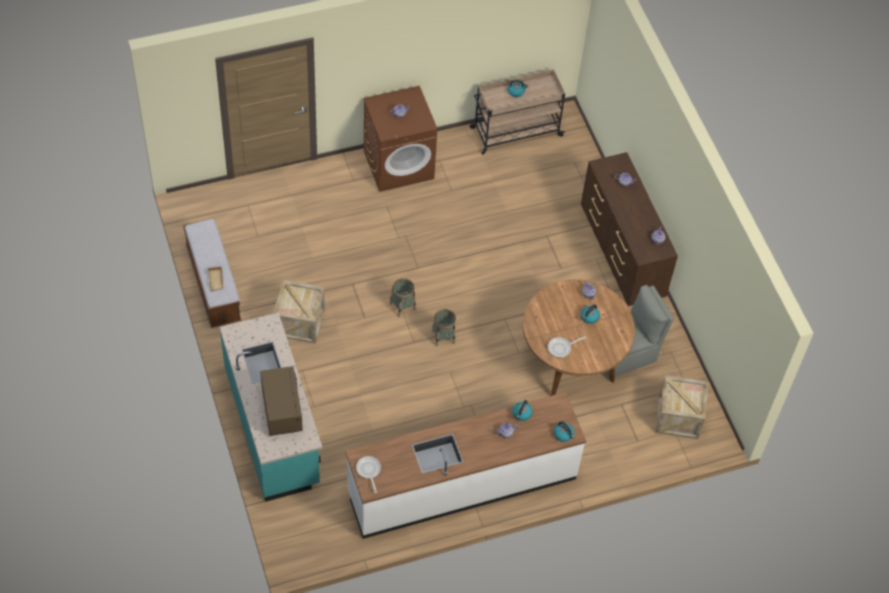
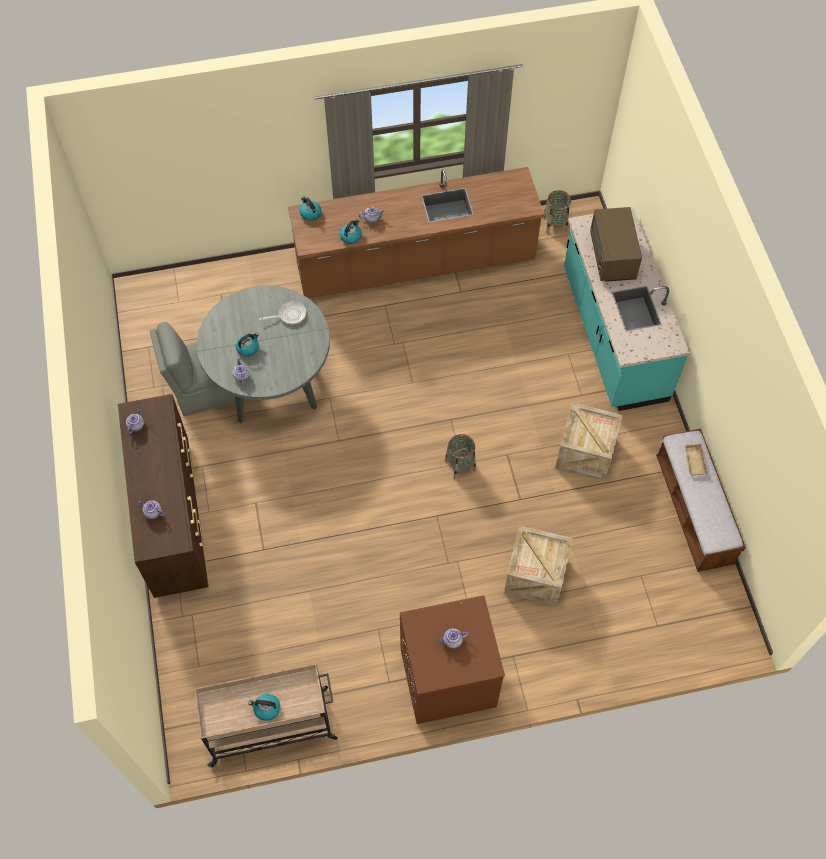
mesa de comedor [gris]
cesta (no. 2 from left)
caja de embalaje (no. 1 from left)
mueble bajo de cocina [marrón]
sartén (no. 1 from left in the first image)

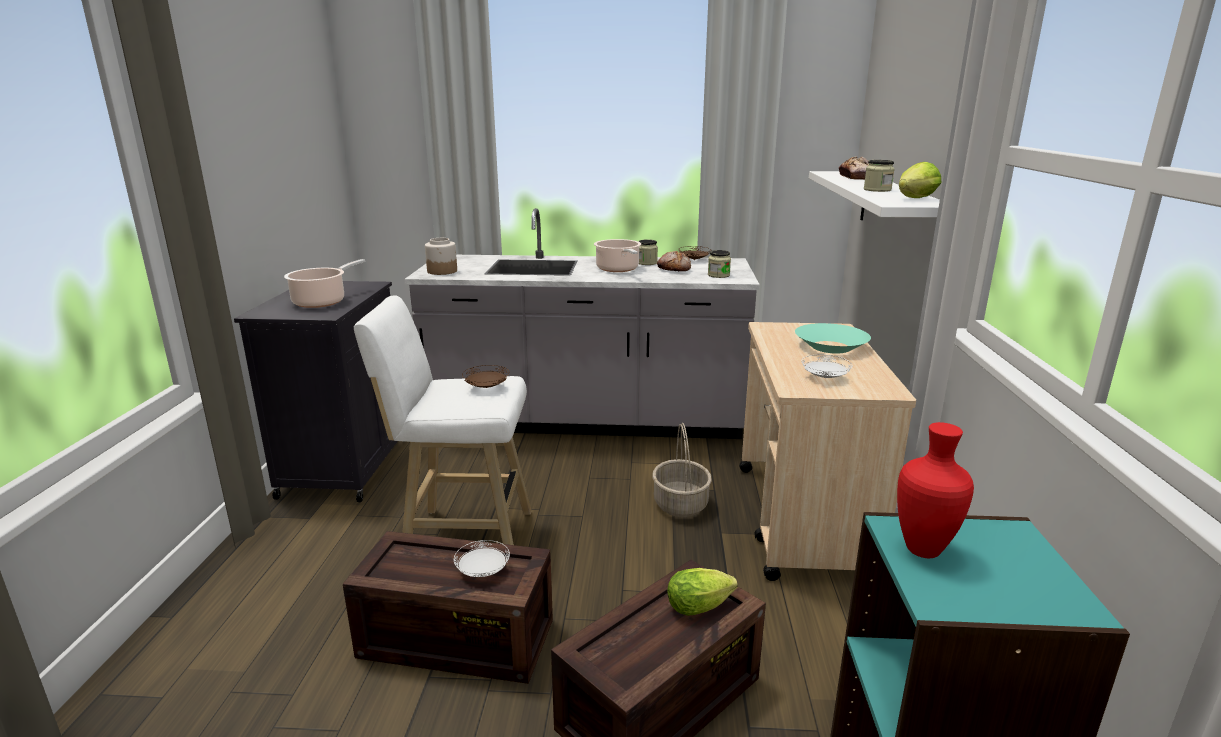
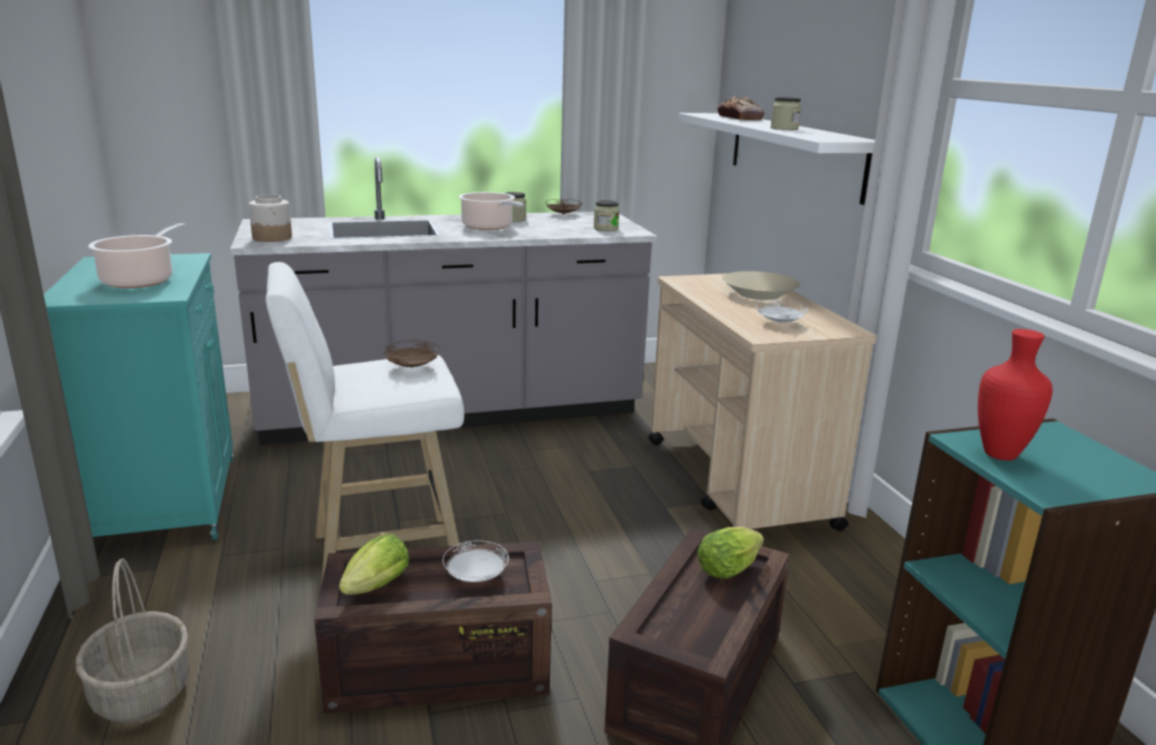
lechuga (no. 1 from left)
pan (no. 1 from left in the first image)
armario [turquesa]
cuenco [beis]
cesta

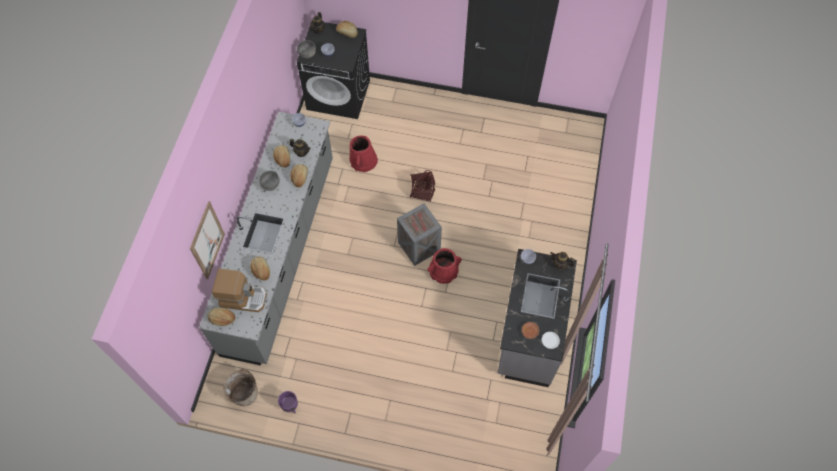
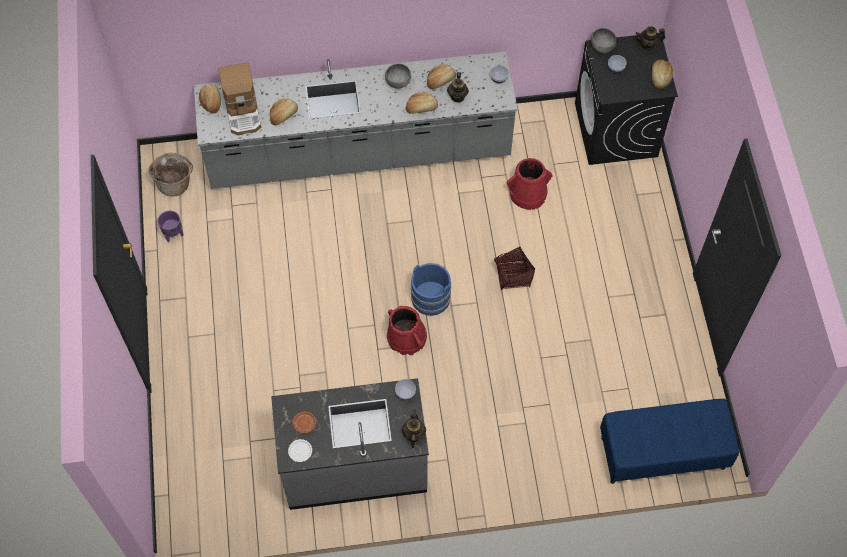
cuadro
cubo [azul]
banco [azul]

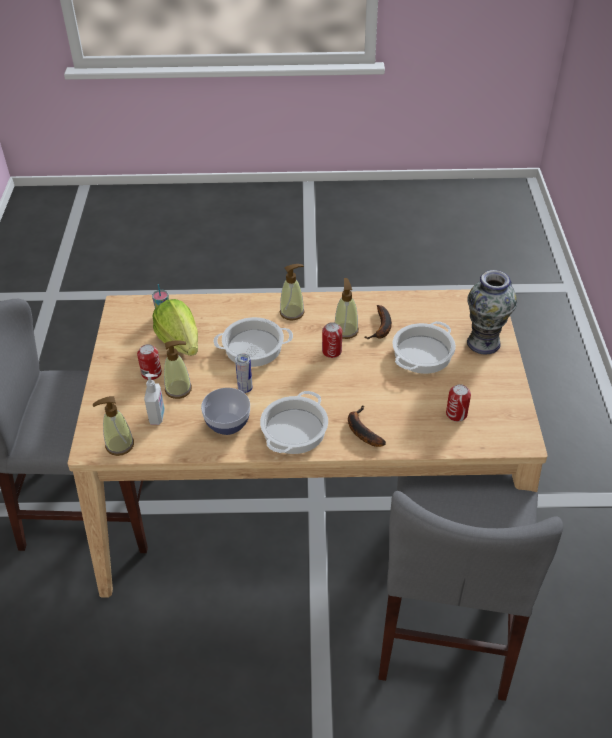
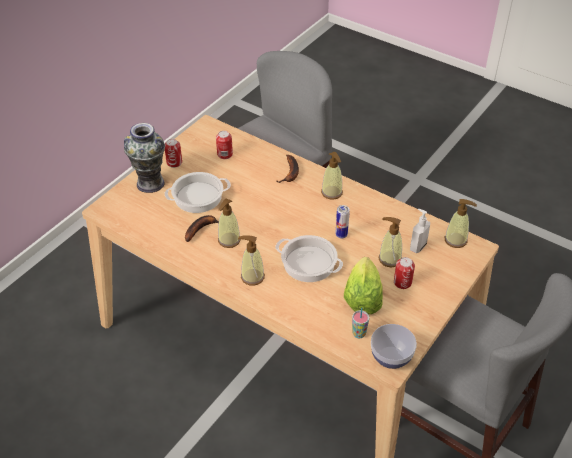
lata (no. 1 from left)
cuenco
dispensador de jabón (no. 3 from left)

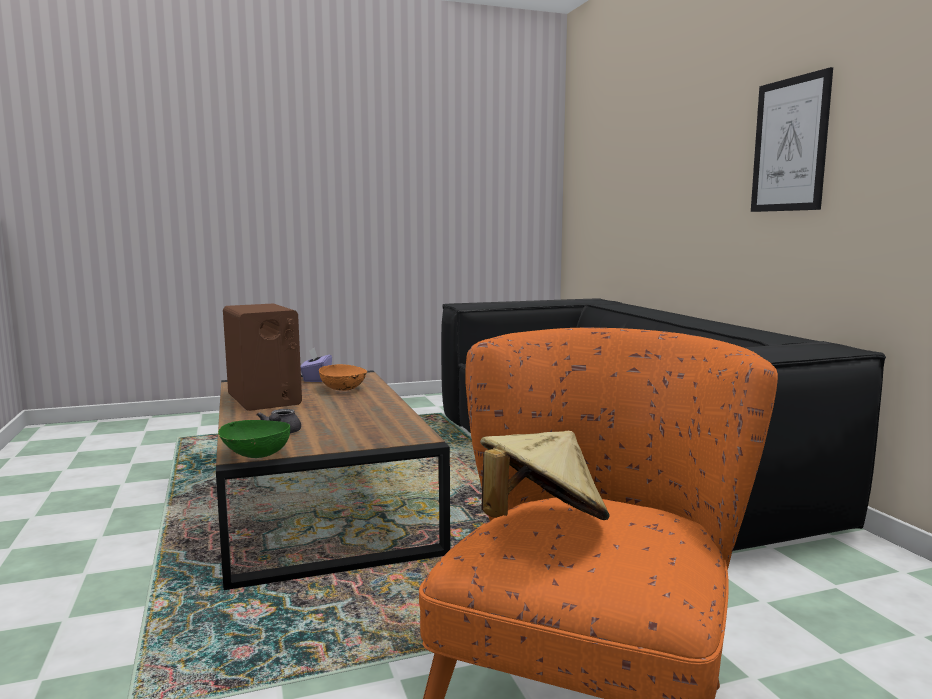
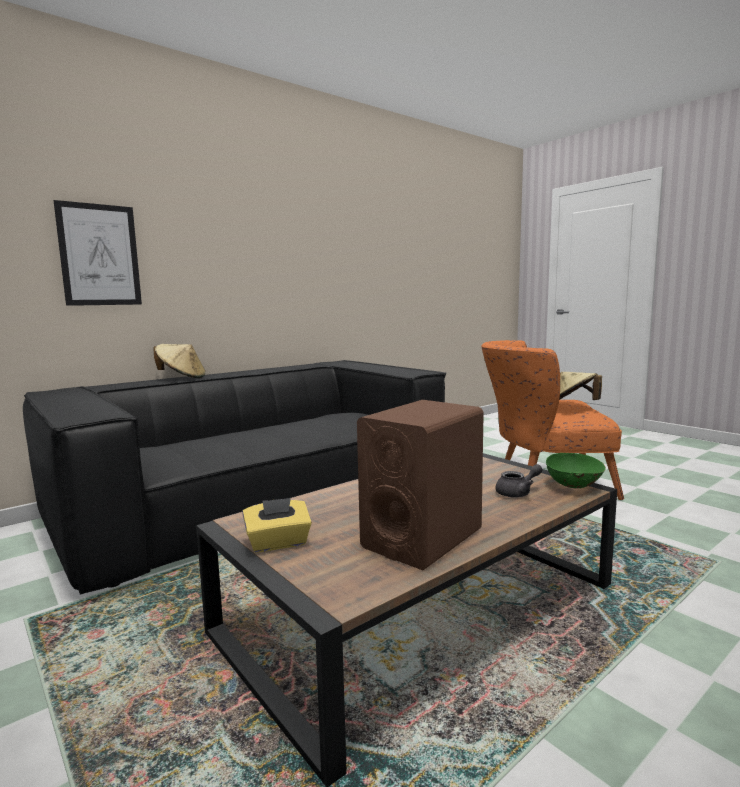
cuadro
caja de pañuelos [amarillo]
cuenco [naranja]
sombrero [beis] (no. 1 from left)

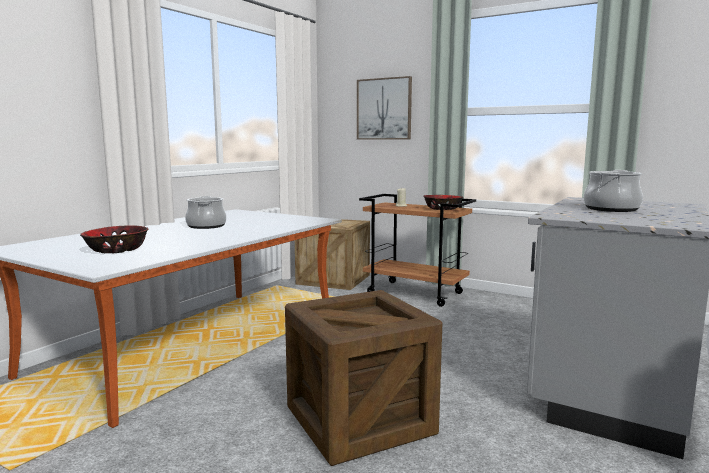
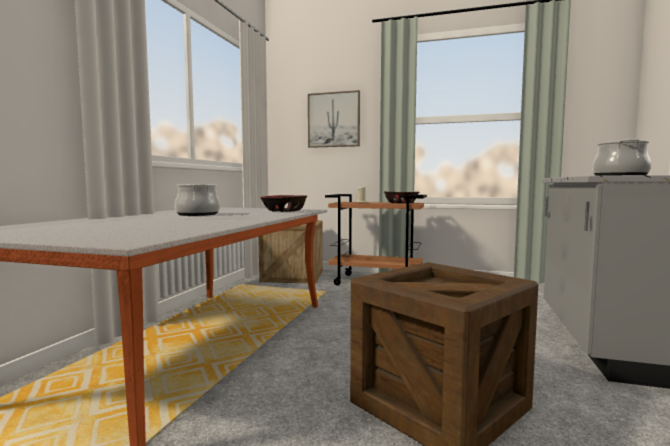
cuenco (no. 1 from left)

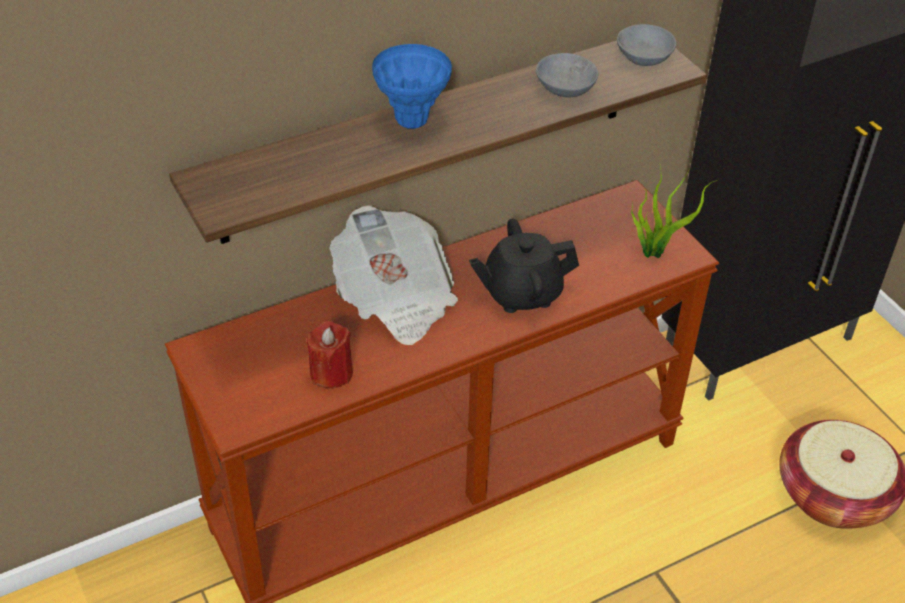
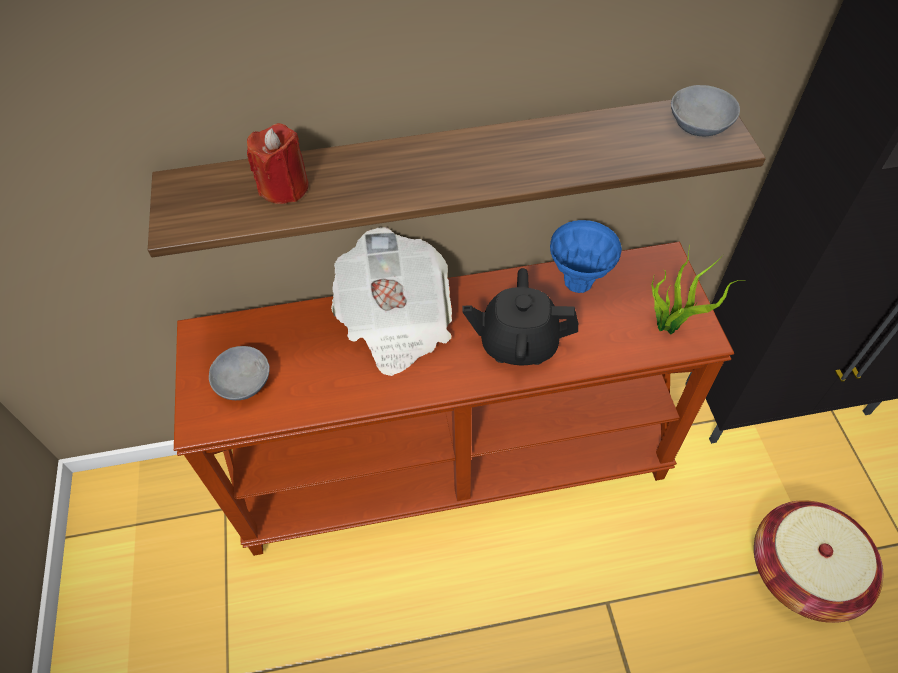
florero [azul]
cuenco [gris] (no. 1 from left)
vela [rojo]

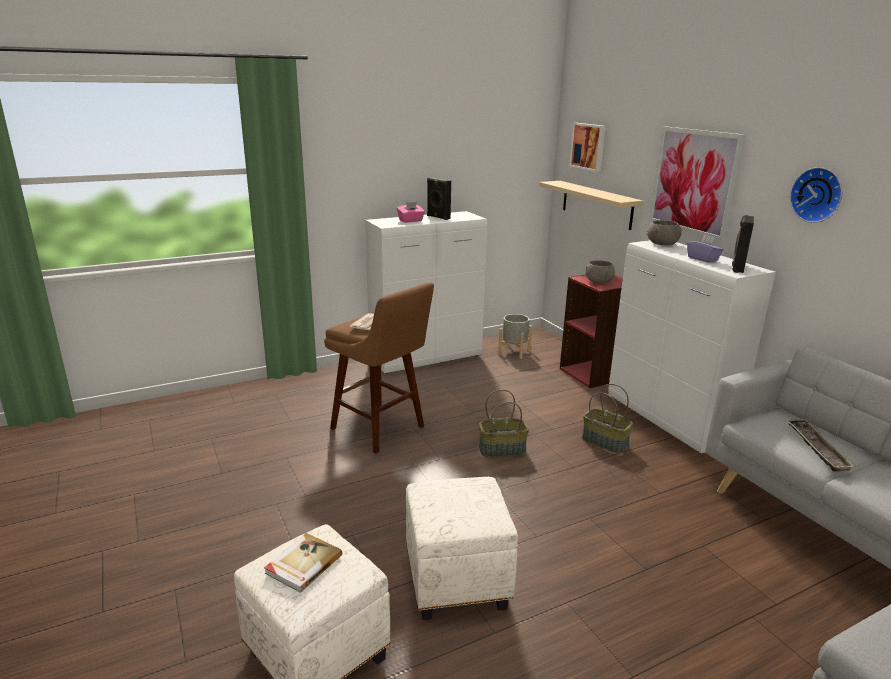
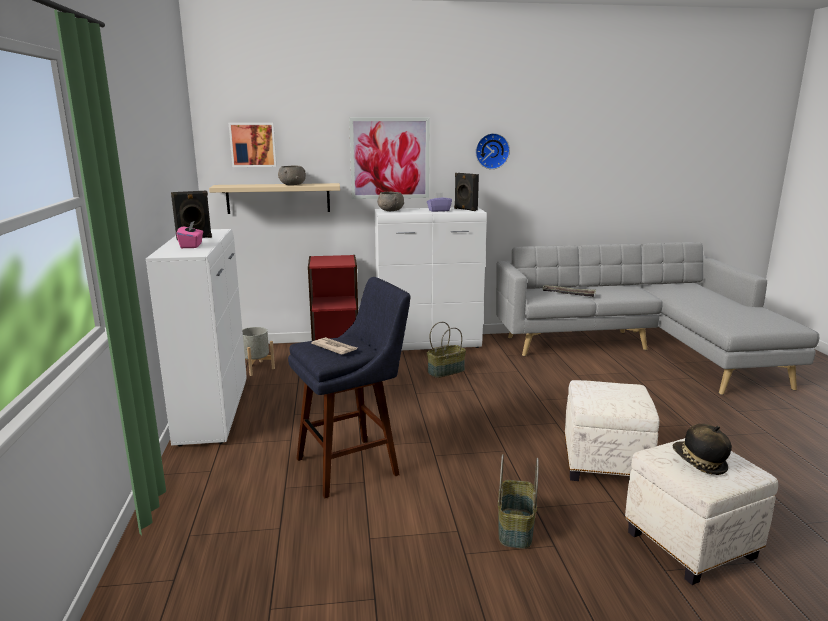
cuenco [gris] (no. 1 from left)
taburete [azul]
cesta (no. 2 from left)
sombrero

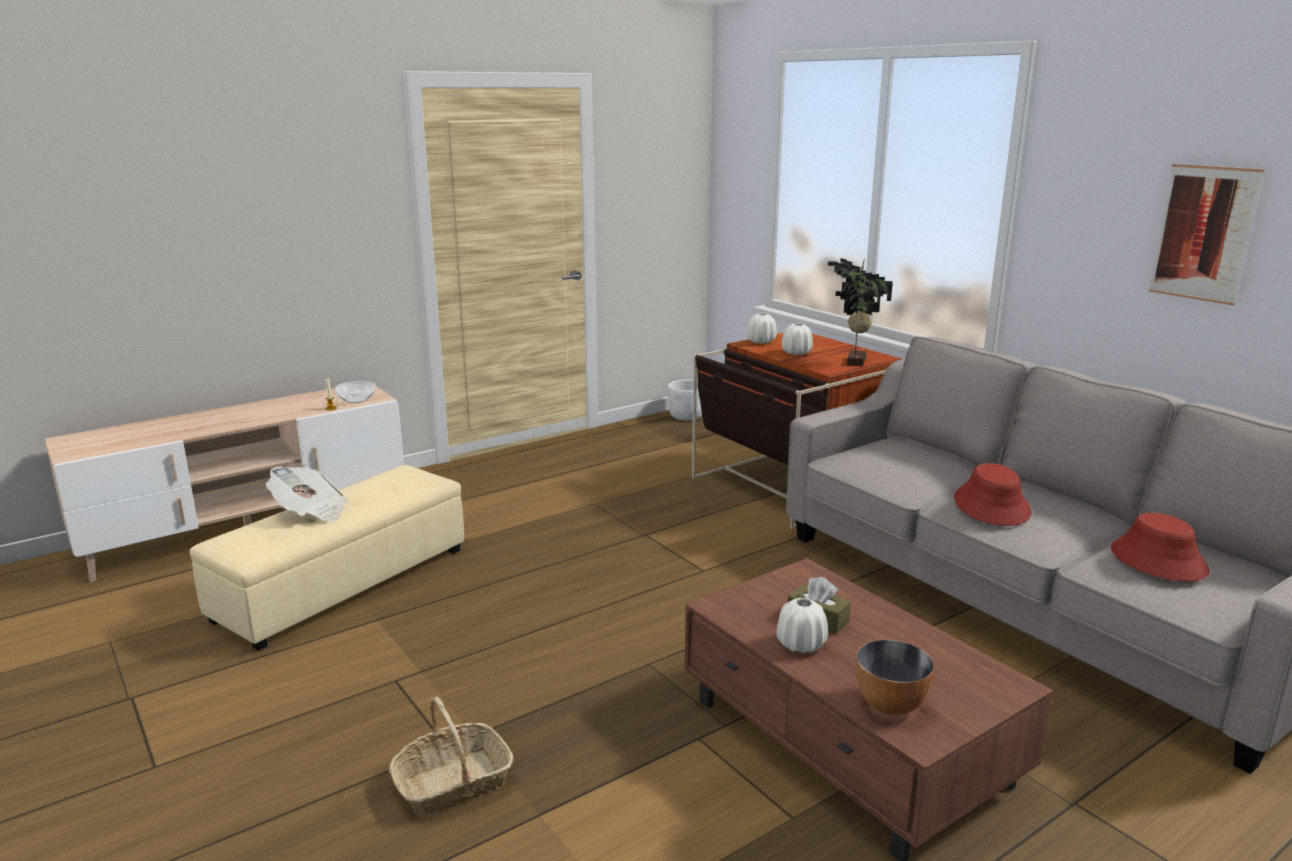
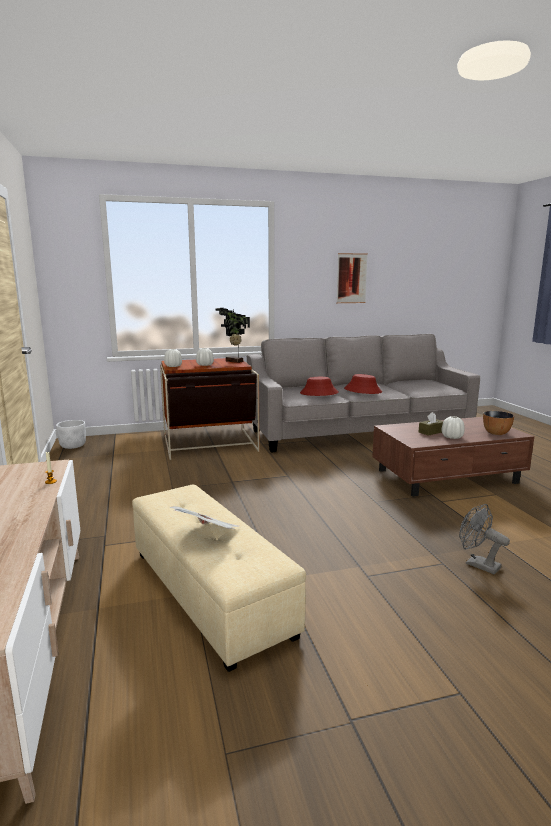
cuenco (no. 1 from left in the first image)
sombrero [rojo] (no. 1 from left)
ventilador [gris]

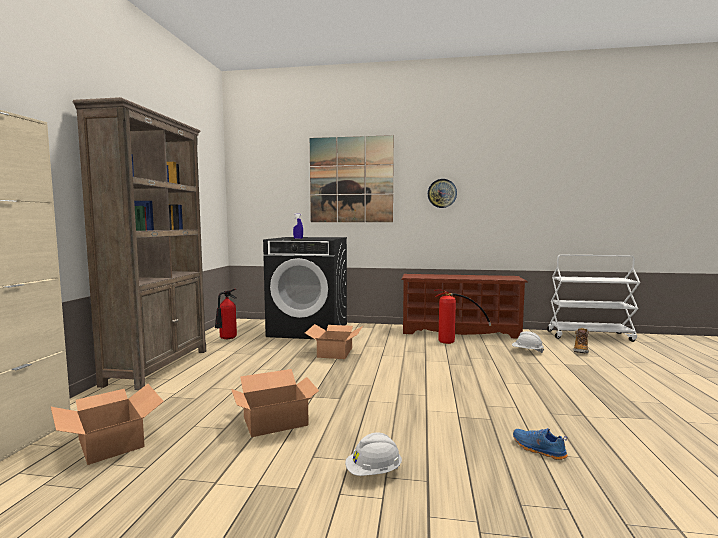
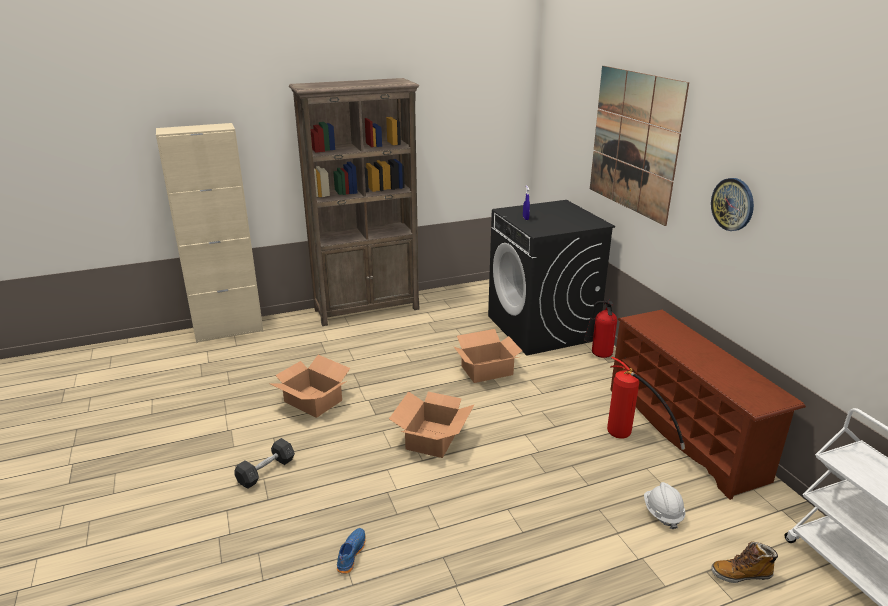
extintor (no. 1 from left)
caja de cartón (no. 2 from left)
mancuerna [gris]

